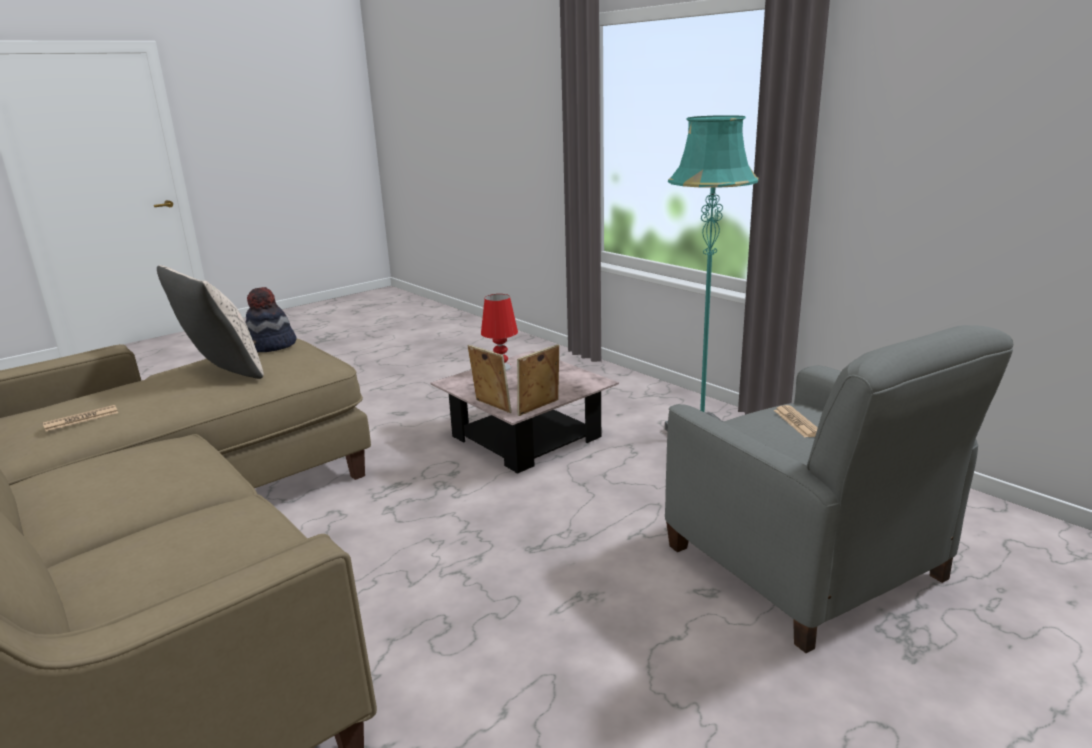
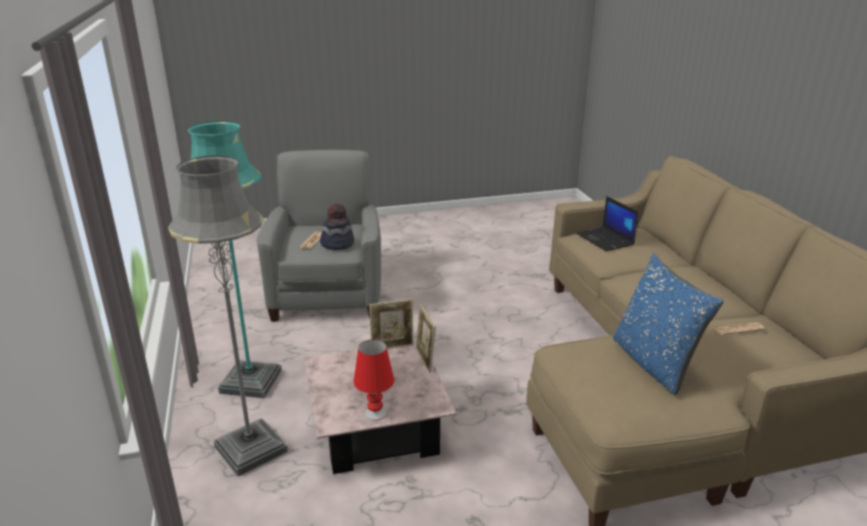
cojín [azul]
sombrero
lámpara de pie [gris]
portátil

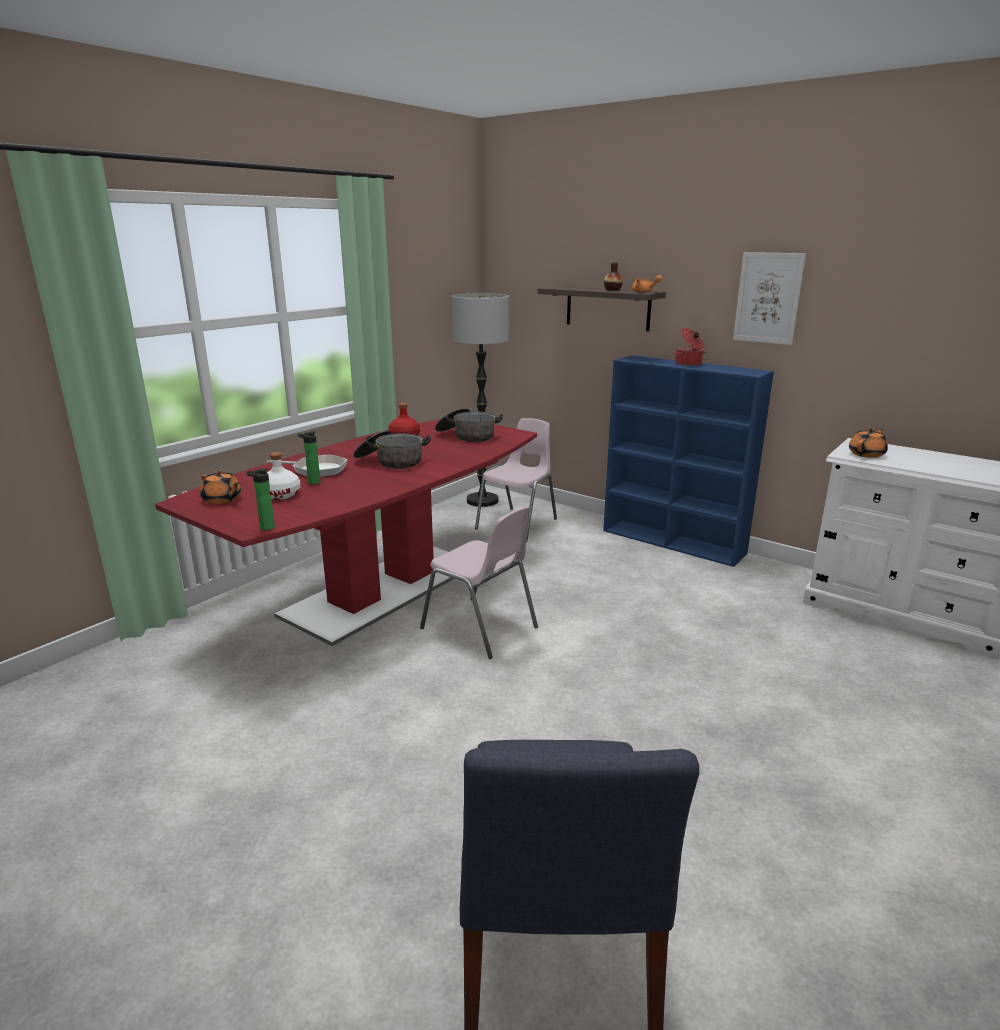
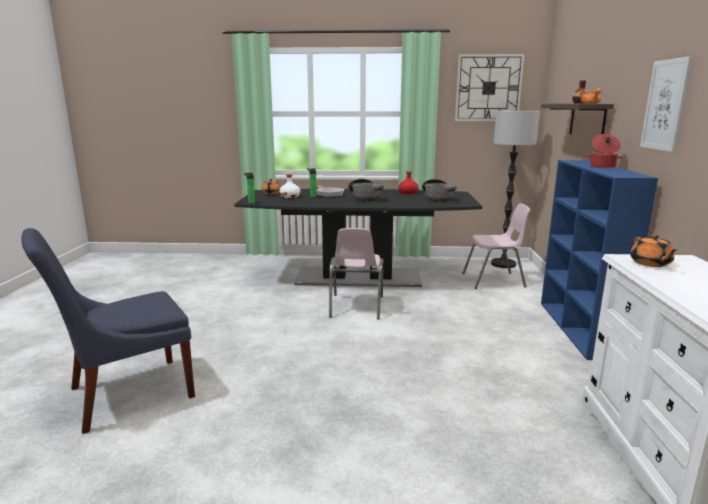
mesa de comedor [negro]
tetera [naranja] (no. 3 from left)
reloj de pared

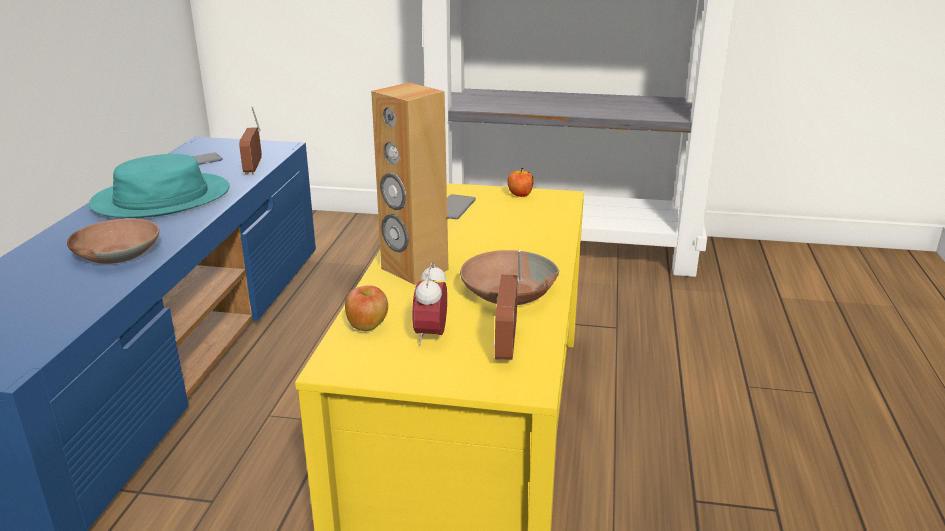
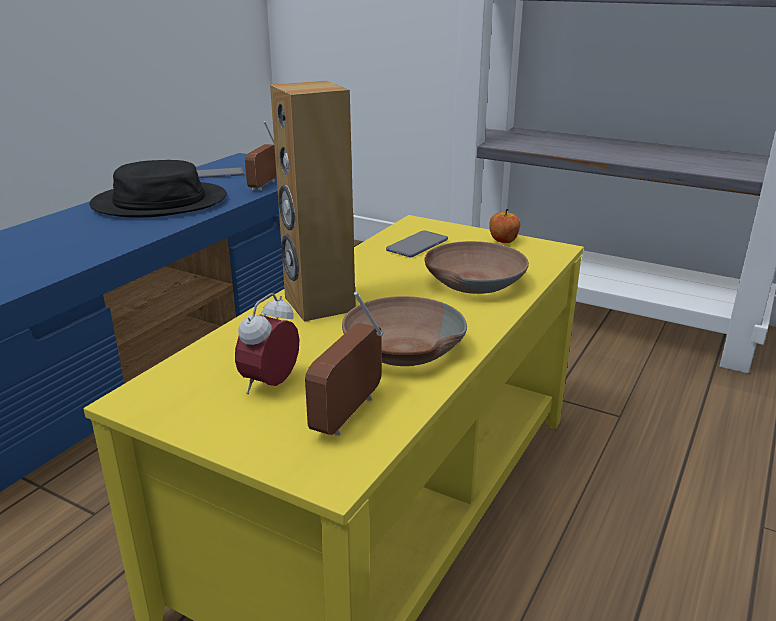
sombrero [negro]
cuenco [marrón] (no. 2 from left)
manzana (no. 1 from left in the first image)

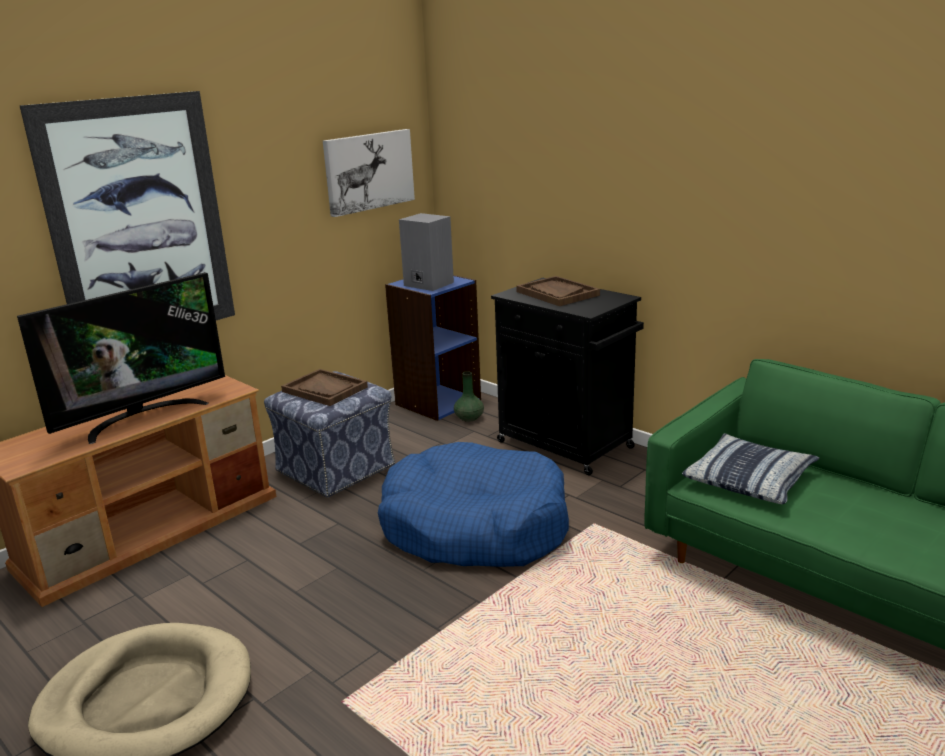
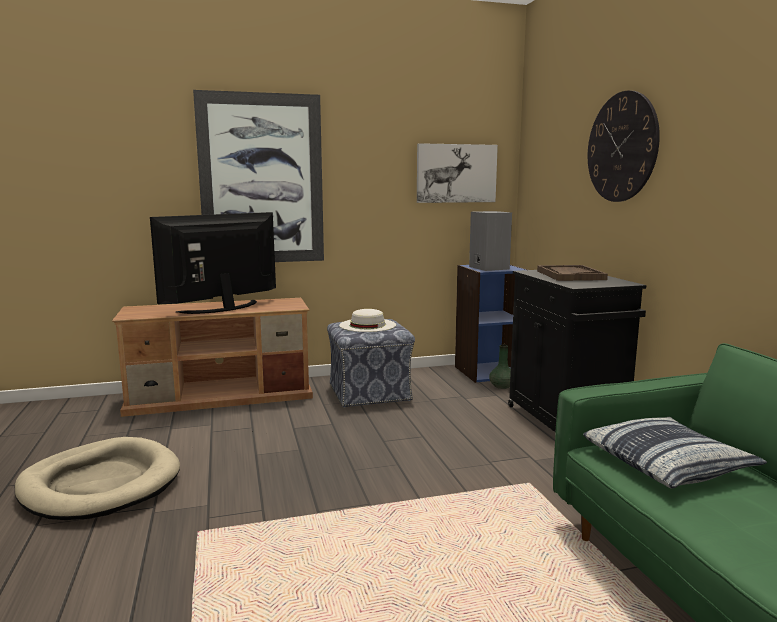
televisor
sombrero [blanco]
cama para perro [azul]
reloj de pared

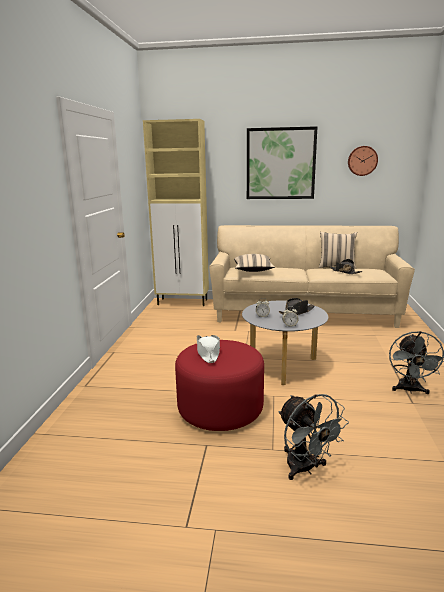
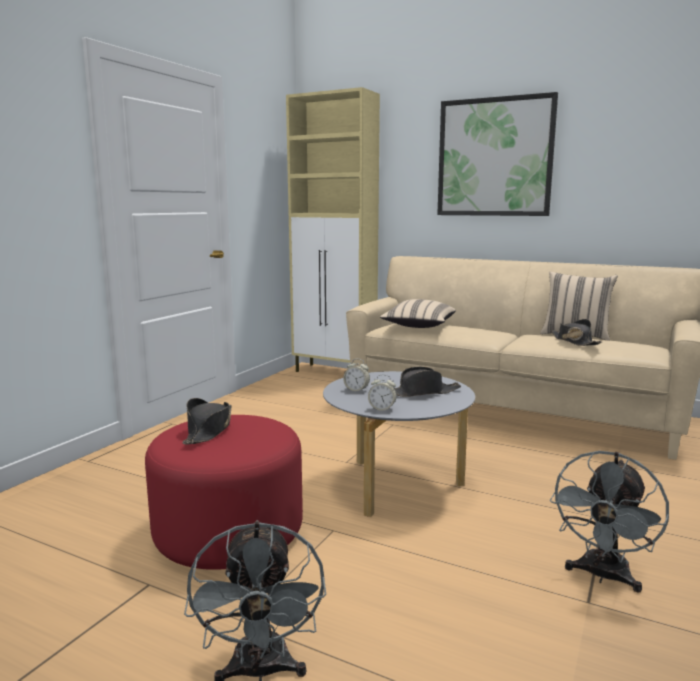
reloj de pared
sombrero [negro] (no. 1 from left)

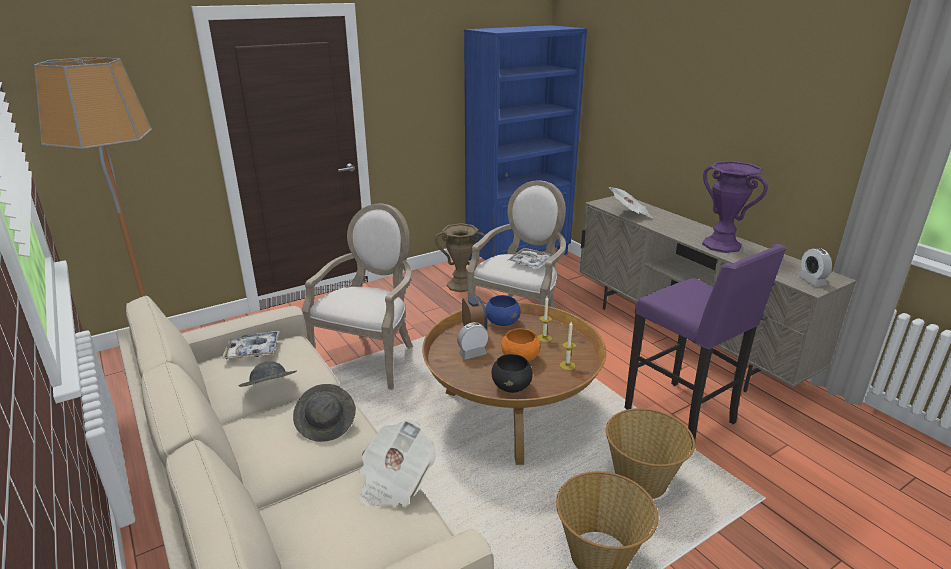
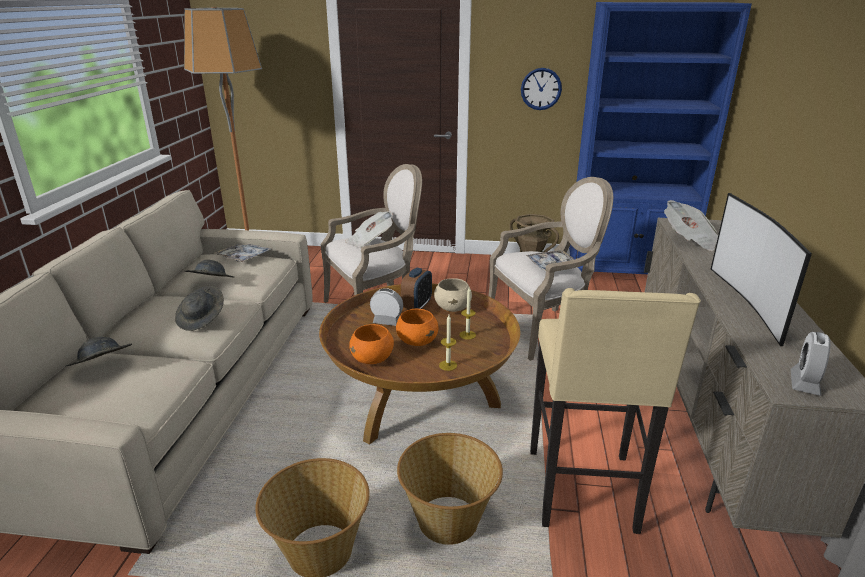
televisor
taburete [beis]
cuenco [beis]
cuenco [naranja] (no. 1 from left)
periódico (no. 1 from left)
reloj de pared
sombrero [gris] (no. 1 from left)

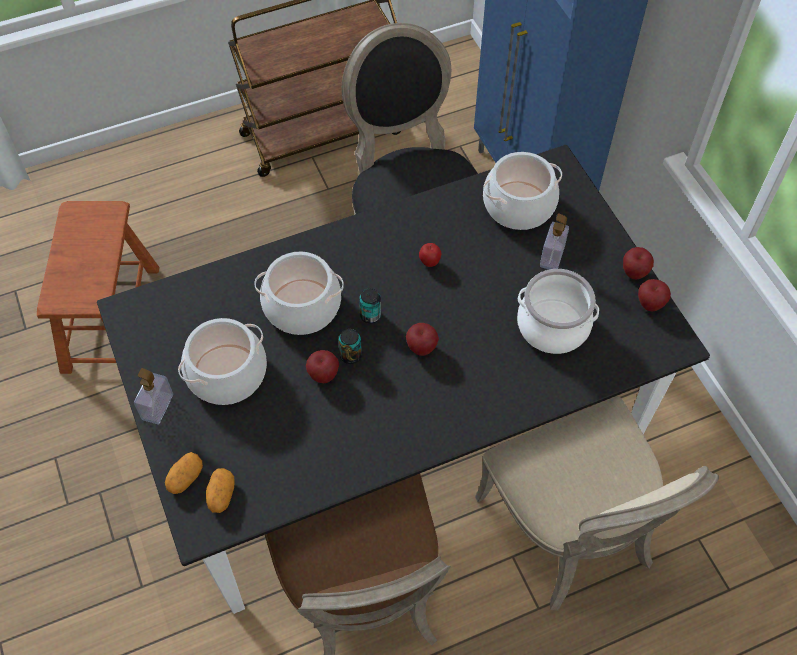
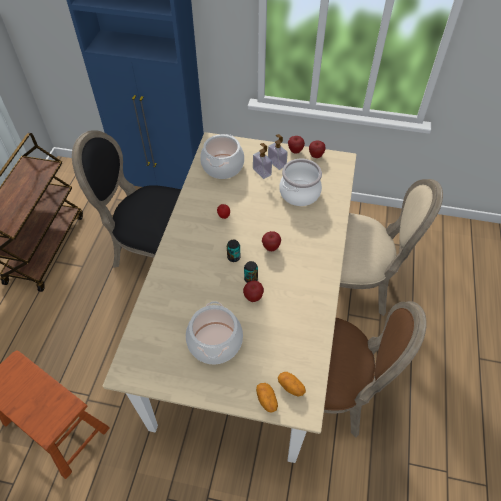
mesa de comedor [beis]
olla (no. 2 from left in the first image)
dispensador de jabón (no. 2 from left)

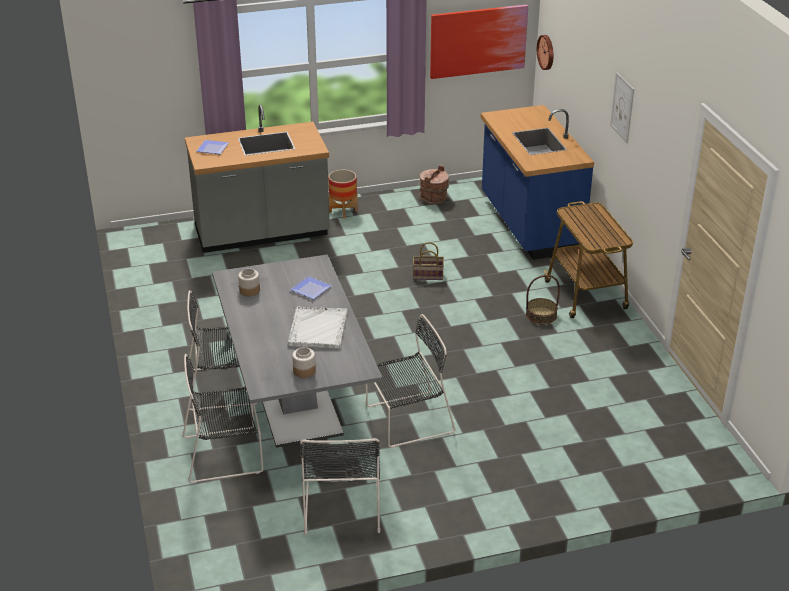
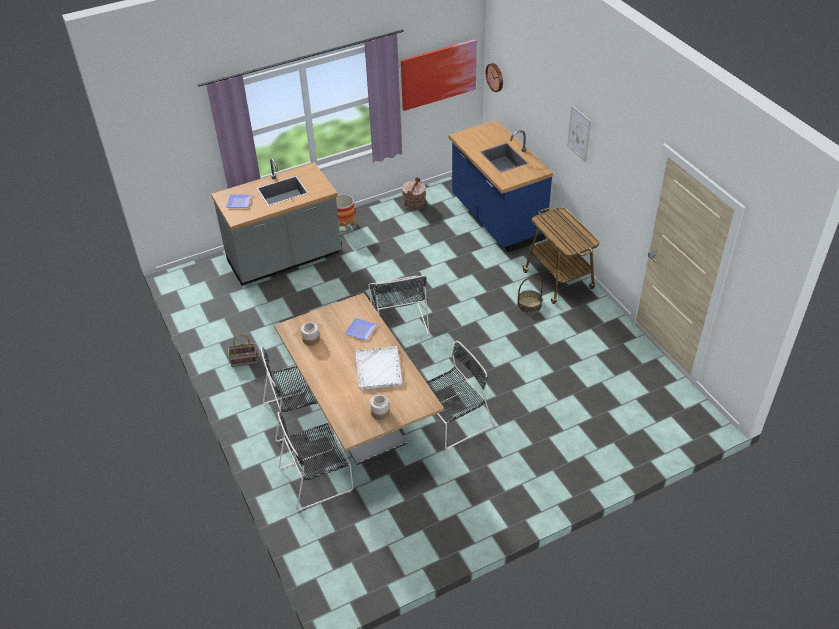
cesta (no. 1 from left)
mesa de comedor [marrón]
silla [negro] (no. 3 from left)

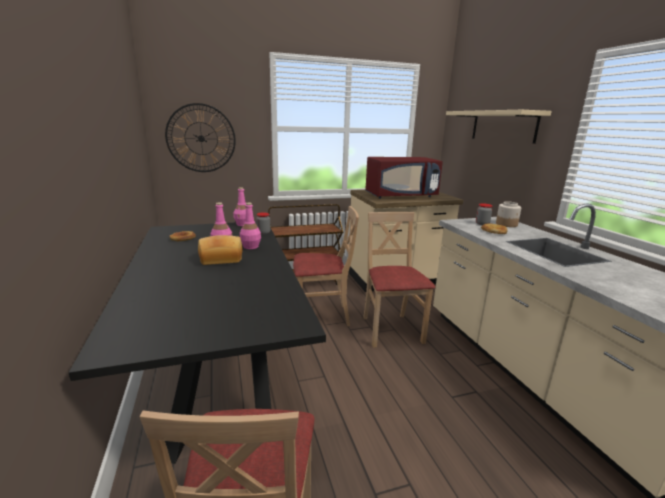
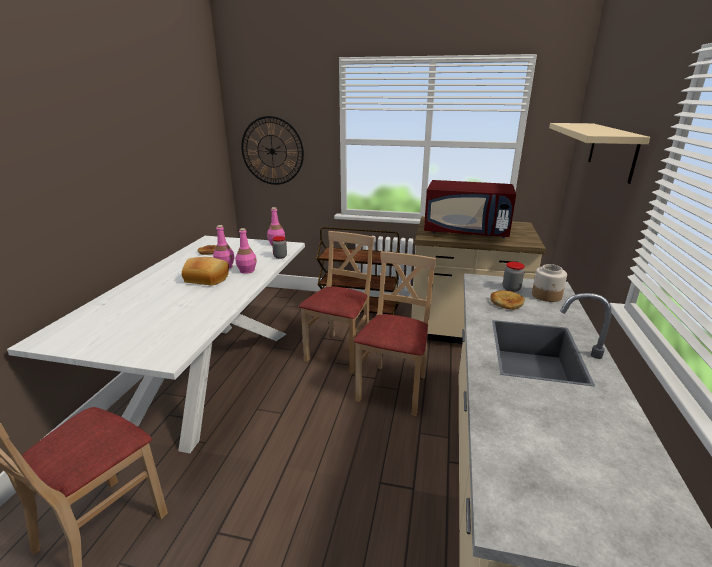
silla [beis] (no. 2 from left)
mesa de comedor [blanco]

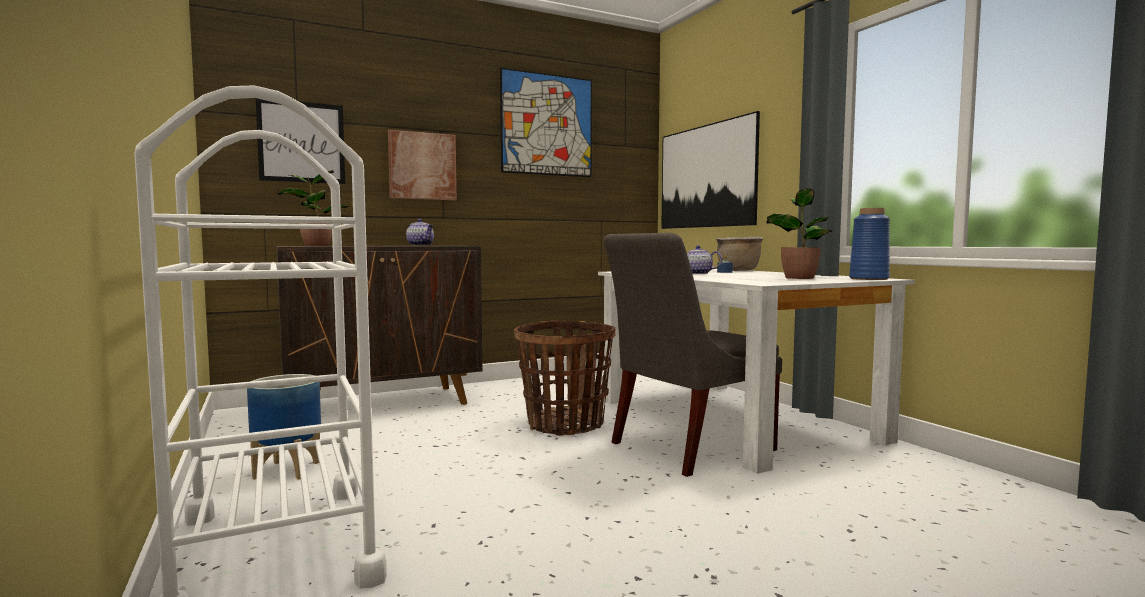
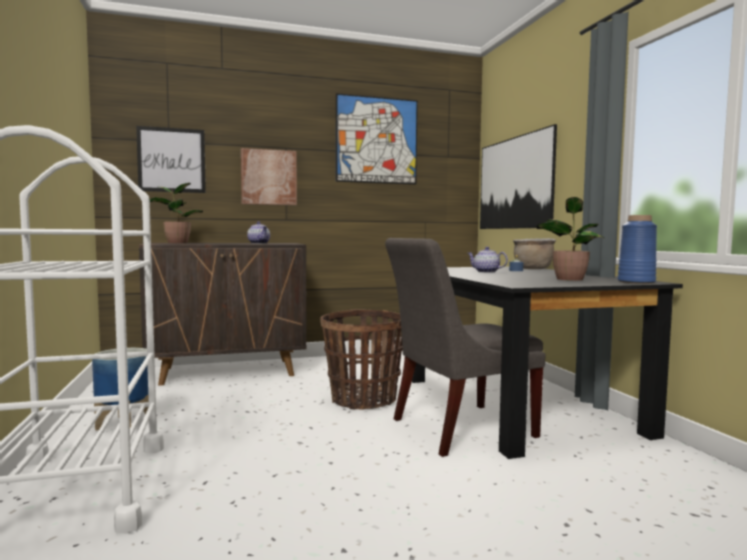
mesa de comedor [negro]

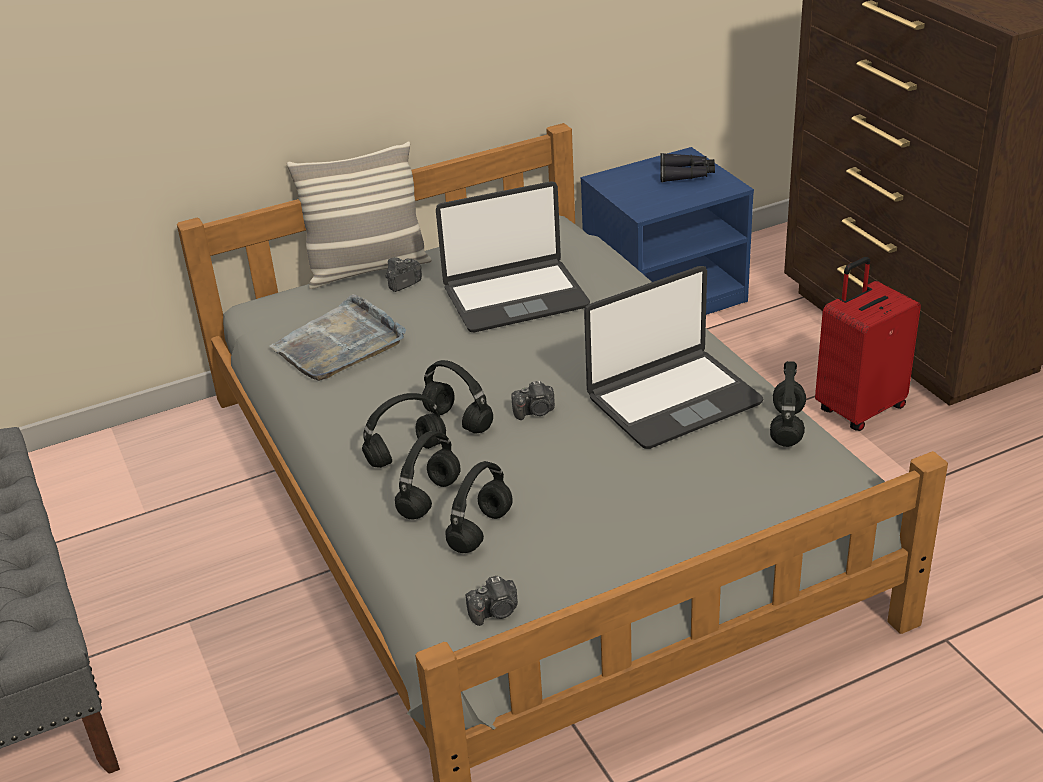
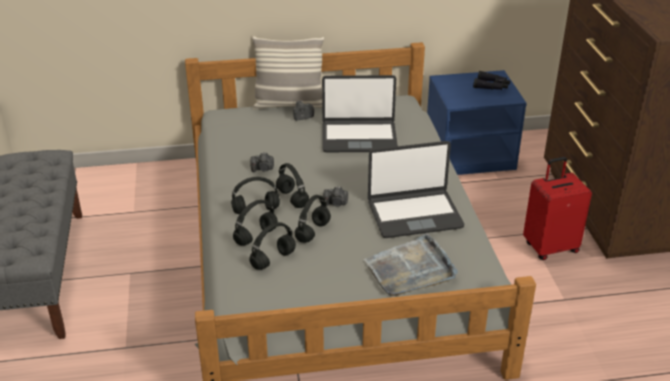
bandeja [gris]
auriculares [negro] (no. 5 from left)
cámara (no. 1 from left)

